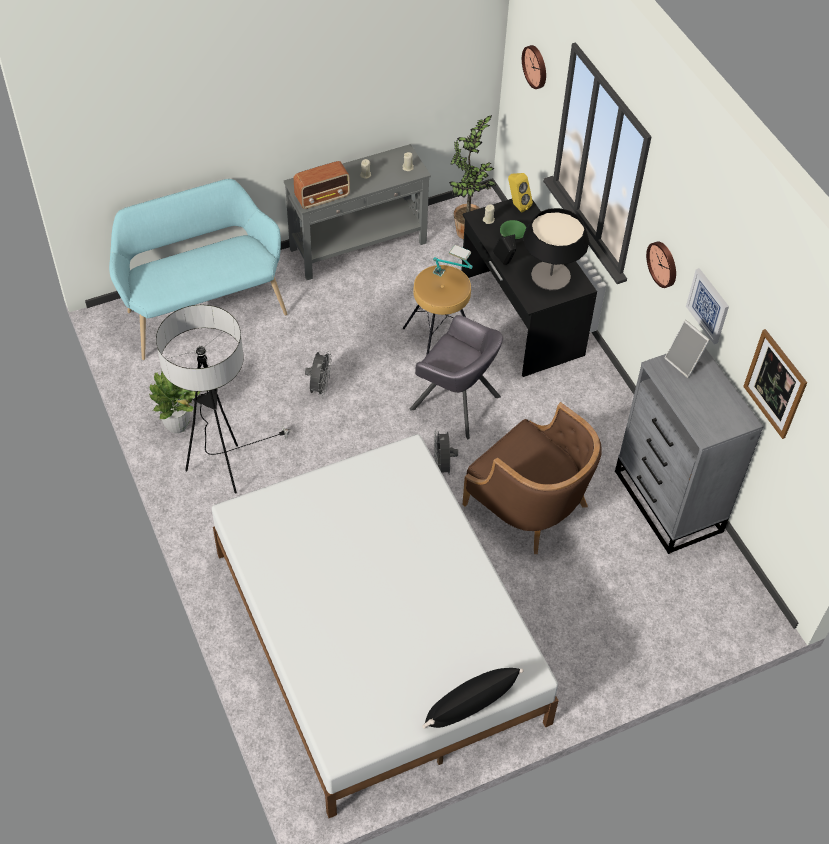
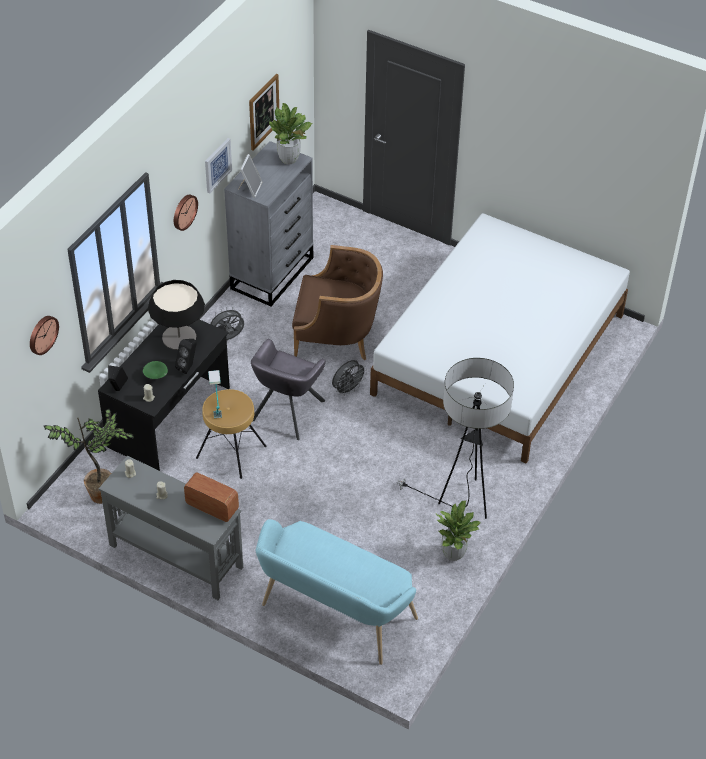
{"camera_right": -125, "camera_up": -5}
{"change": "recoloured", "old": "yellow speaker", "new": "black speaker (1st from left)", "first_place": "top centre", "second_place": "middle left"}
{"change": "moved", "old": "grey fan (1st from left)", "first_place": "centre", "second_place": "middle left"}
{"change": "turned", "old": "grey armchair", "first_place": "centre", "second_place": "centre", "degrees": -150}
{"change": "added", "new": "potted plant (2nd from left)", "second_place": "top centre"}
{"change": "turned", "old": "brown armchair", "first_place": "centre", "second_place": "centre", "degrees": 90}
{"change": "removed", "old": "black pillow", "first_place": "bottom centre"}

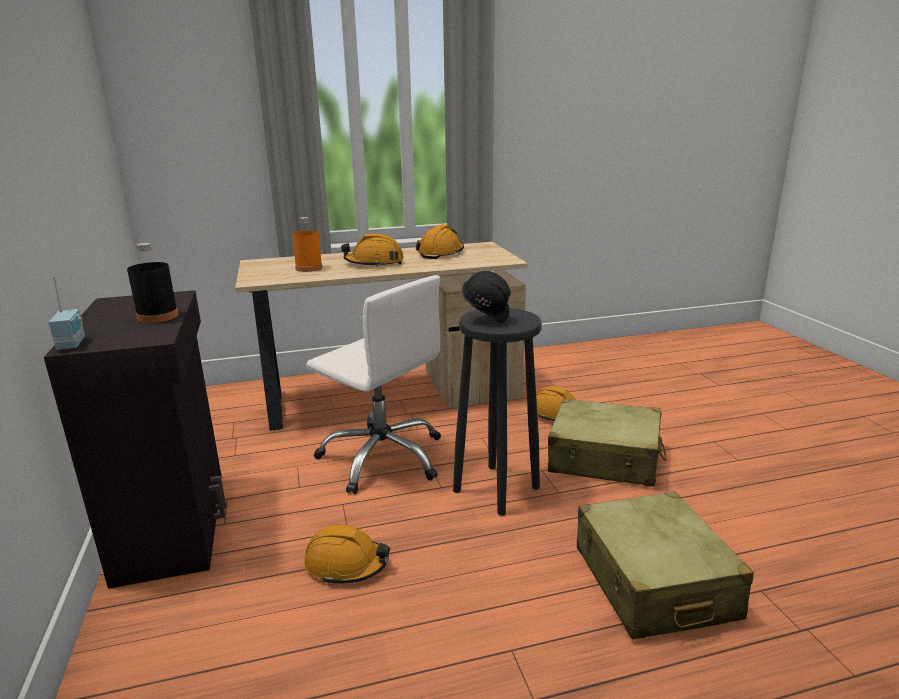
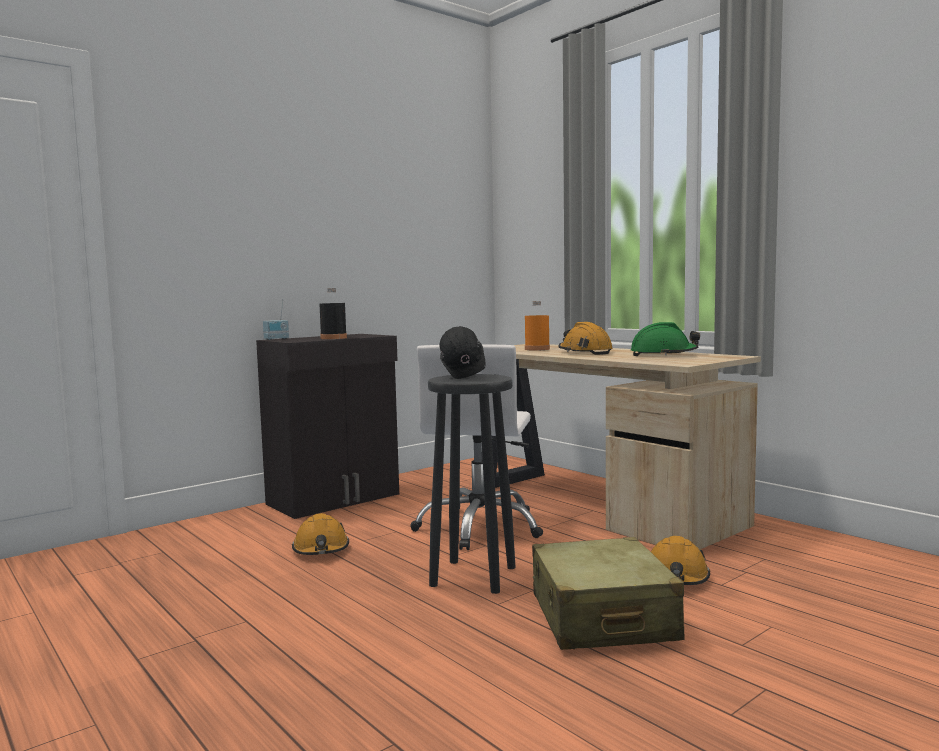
{"camera_right": 65, "camera_up": -15}
{"change": "recoloured", "old": "orange hard hat (3rd from left)", "new": "green hard hat", "first_place": "centre", "second_place": "middle right"}
{"change": "removed", "old": "beige suitcase (2nd from left)", "first_place": "bottom right"}

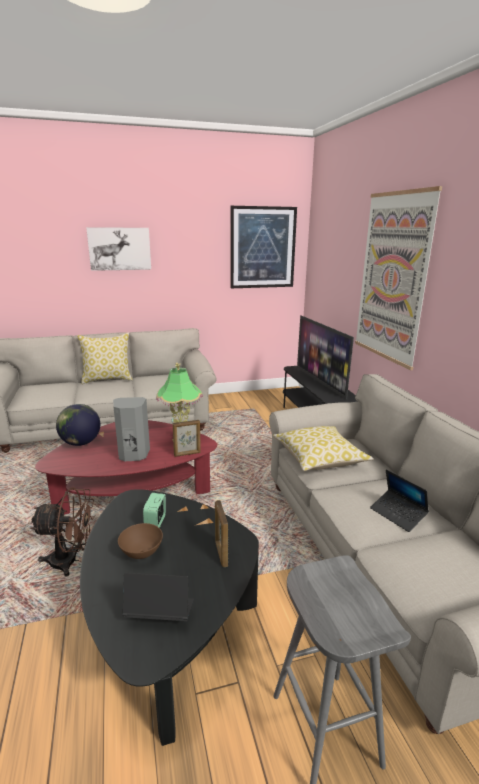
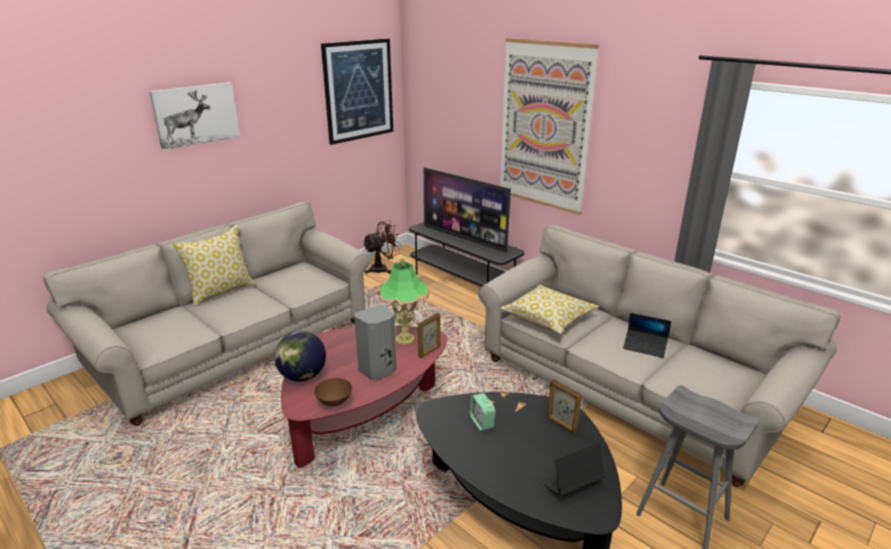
{"camera_right": -30, "camera_up": 5}
{"change": "moved", "old": "brown bowl", "first_place": "bottom left", "second_place": "bottom centre"}
{"change": "moved", "old": "brown fan", "first_place": "bottom left", "second_place": "centre"}

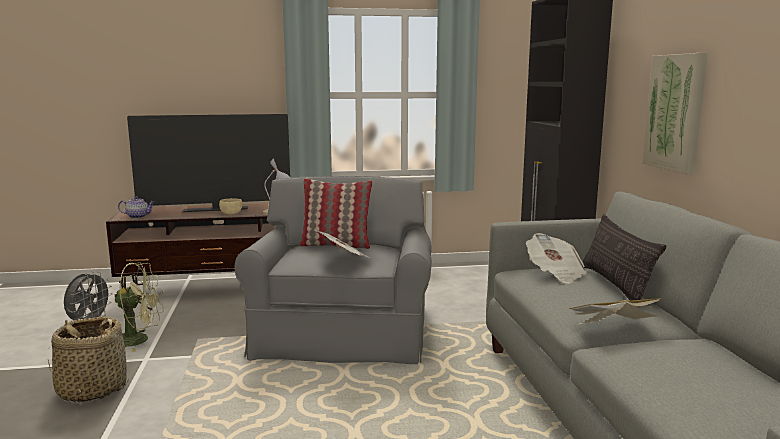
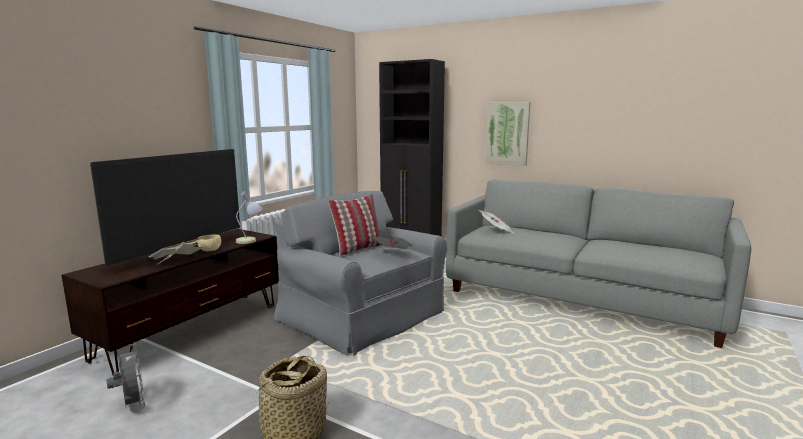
{"camera_right": -50, "camera_up": 0}
{"change": "moved", "old": "book", "first_place": "bottom right", "second_place": "middle left"}
{"change": "removed", "old": "green fan", "first_place": "bottom left"}
{"change": "removed", "old": "teapot", "first_place": "middle left"}
{"change": "removed", "old": "pillow (2nd from left)", "first_place": "middle right"}

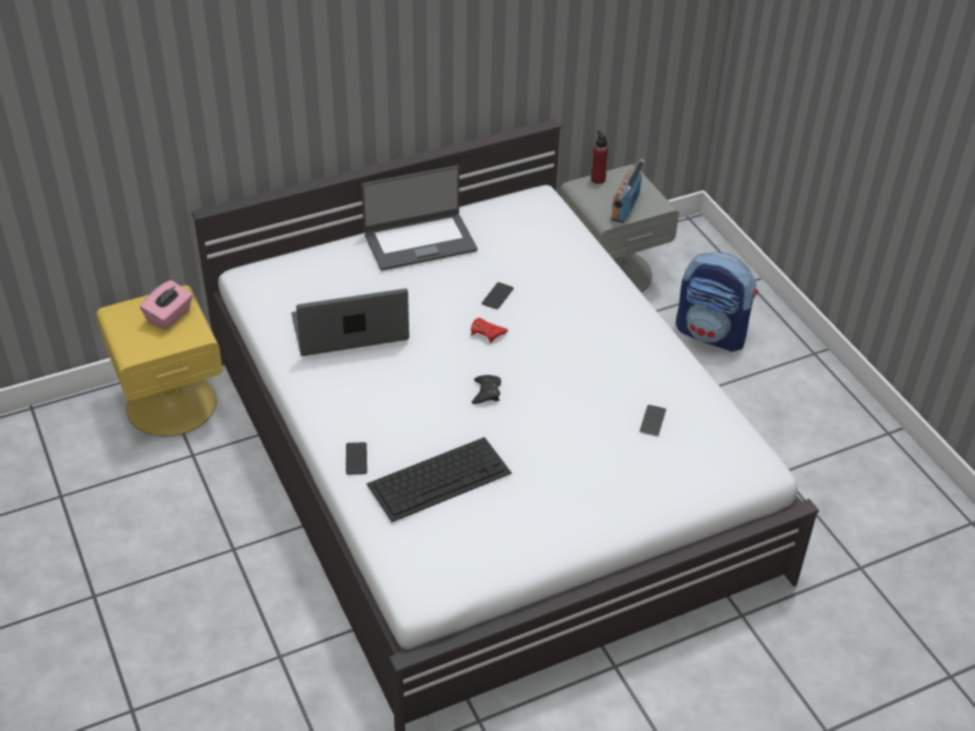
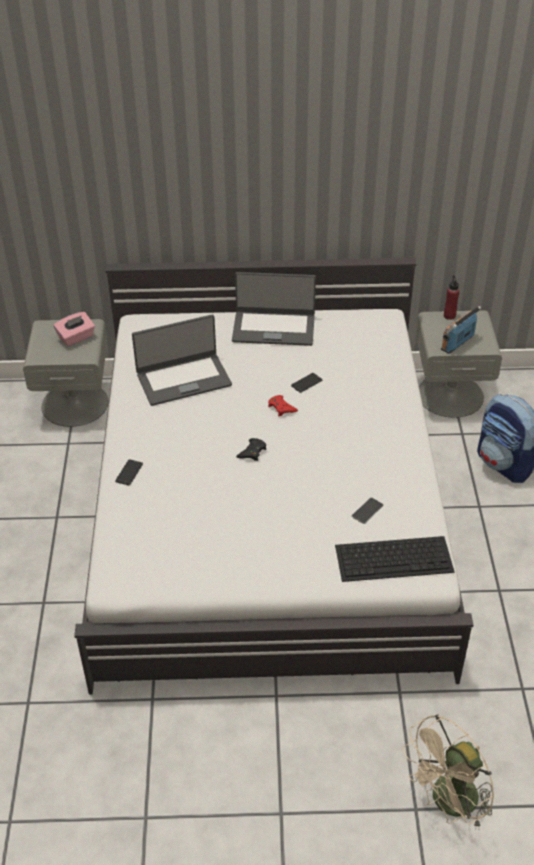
{"camera_right": 25, "camera_up": 0}
{"change": "recoloured", "old": "yellow nightstand", "new": "grey nightstand (1st from left)", "first_place": "middle left", "second_place": "middle left"}
{"change": "turned", "old": "laptop (1st from left)", "first_place": "centre", "second_place": "centre", "degrees": 150}
{"change": "moved", "old": "keyboard", "first_place": "centre", "second_place": "middle right"}
{"change": "added", "new": "beige fan", "second_place": "bottom right"}

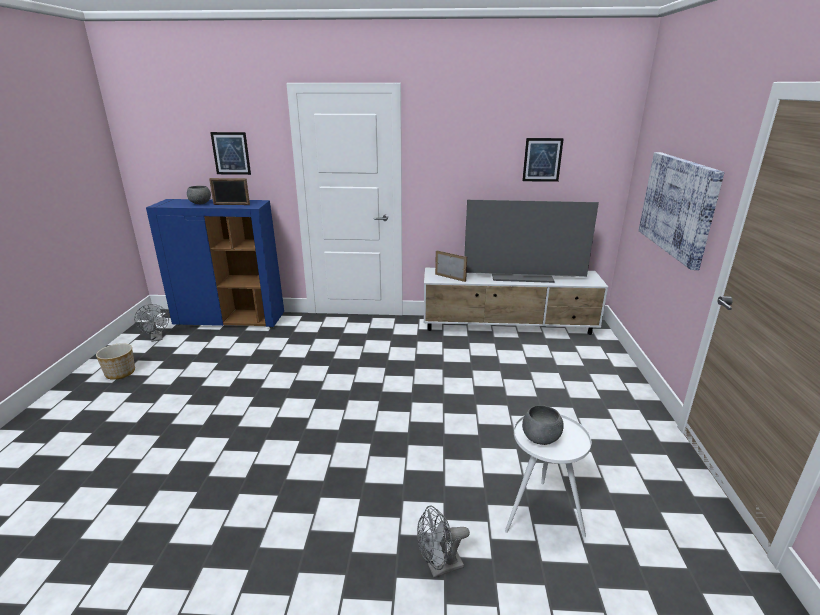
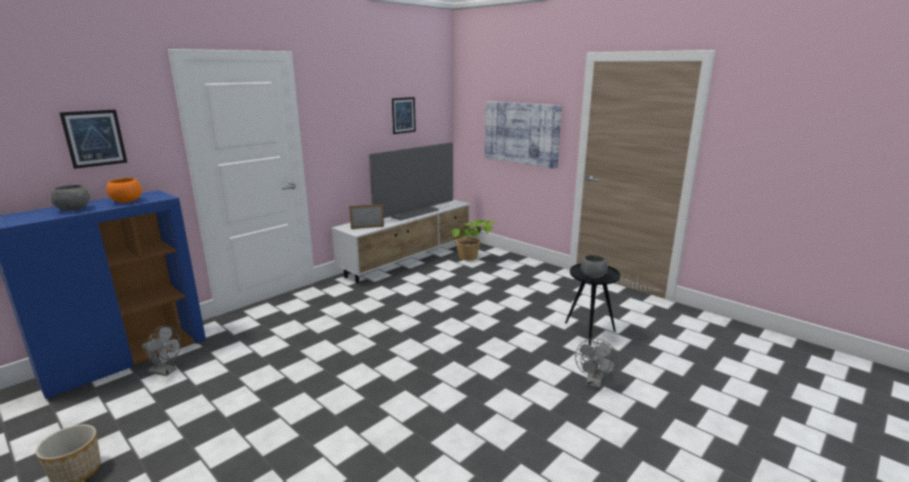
{"camera_right": -50, "camera_up": -5}
{"change": "replaced", "old": "picture frame (1st from left)", "new": "orange bowl", "first_place": "top left", "second_place": "middle left"}
{"change": "moved", "old": "grey fan (1st from left)", "first_place": "middle left", "second_place": "bottom left"}
{"change": "added", "new": "potted plant", "second_place": "centre"}
{"change": "recoloured", "old": "white side table", "new": "black side table", "first_place": "bottom right", "second_place": "centre"}

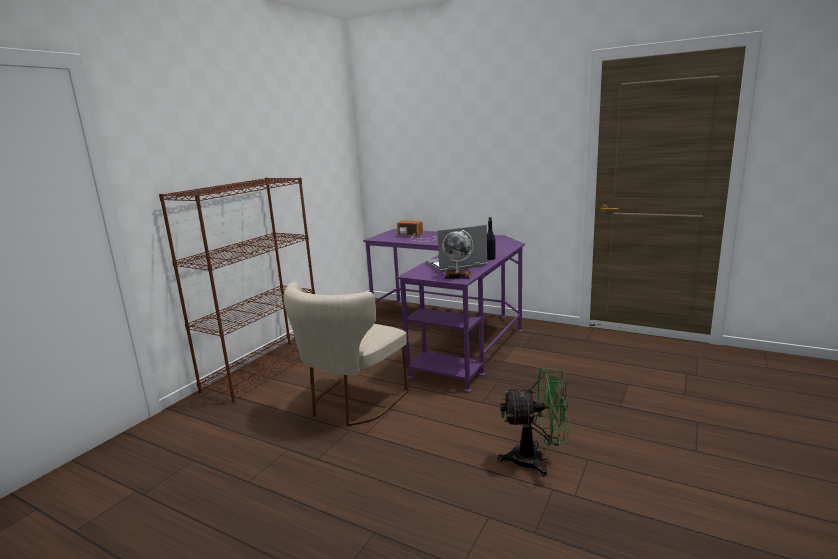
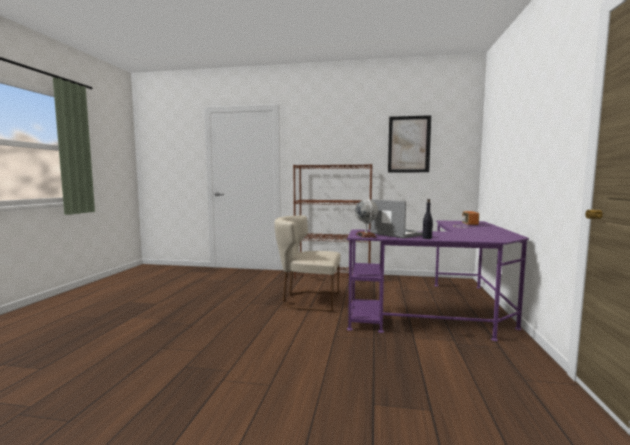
{"camera_right": 70, "camera_up": -10}
{"change": "added", "new": "picture", "second_place": "top centre"}
{"change": "removed", "old": "green fan", "first_place": "bottom centre"}

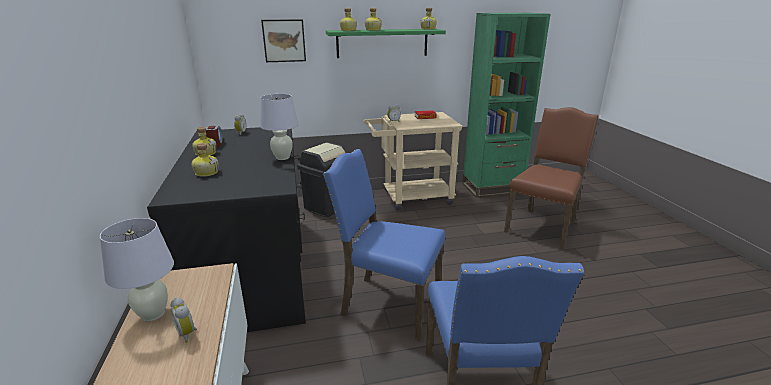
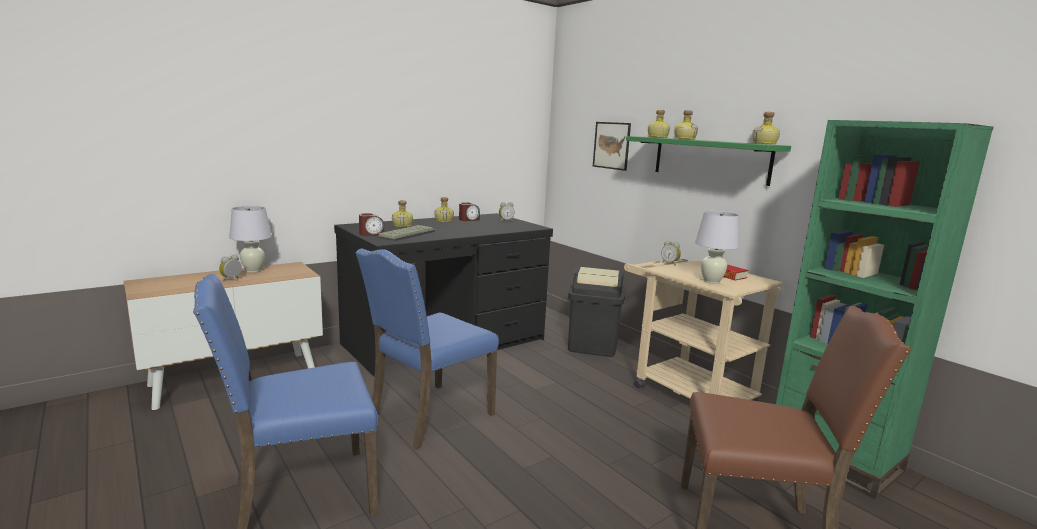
{"camera_right": 65, "camera_up": -10}
{"change": "turned", "old": "blue chair (1st from left in the first image)", "first_place": "centre", "second_place": "centre", "degrees": -135}
{"change": "added", "new": "alarm clock (2nd from left)", "second_place": "centre"}
{"change": "added", "new": "keyboard", "second_place": "centre"}
{"change": "moved", "old": "white table lamp (2nd from left)", "first_place": "top centre", "second_place": "middle right"}

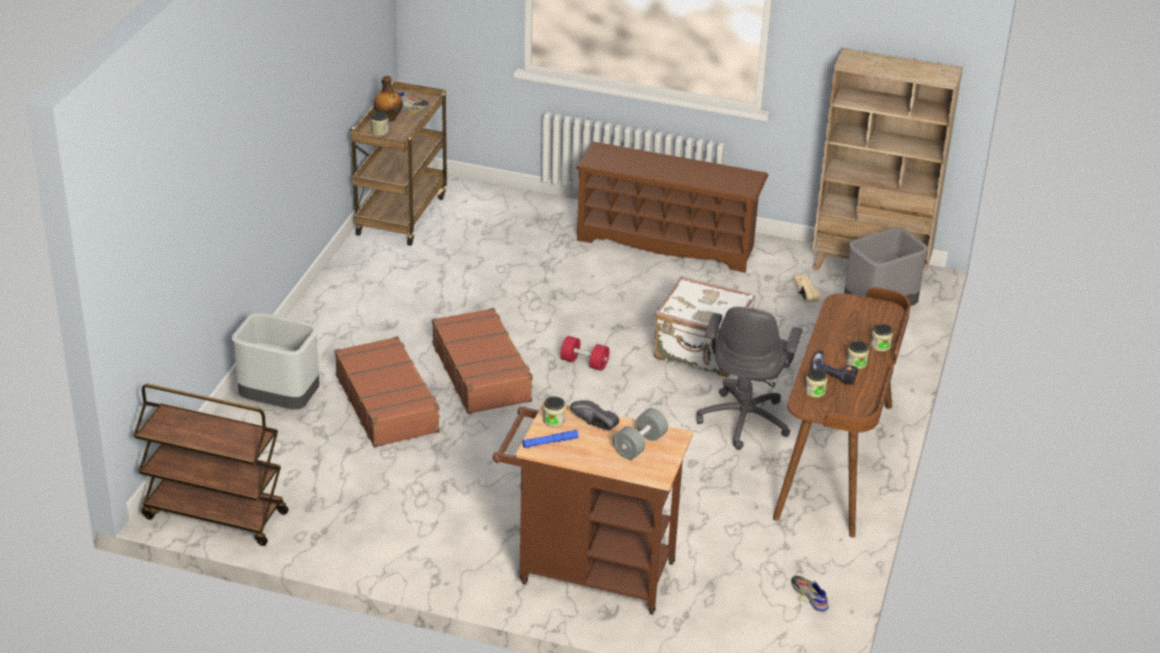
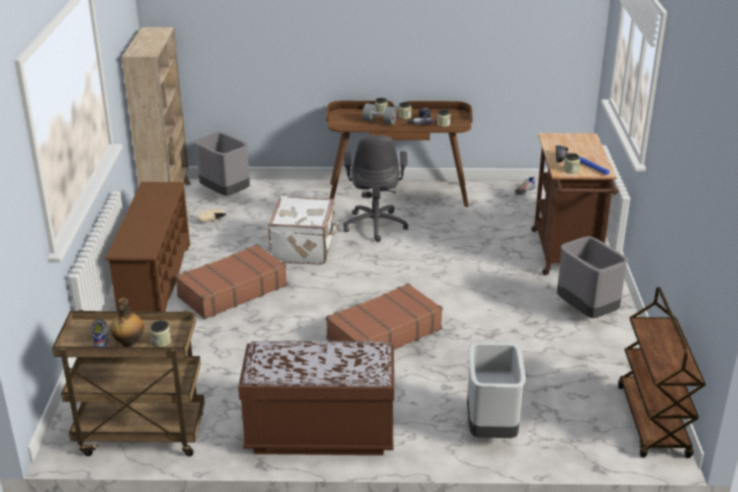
{"camera_right": -105, "camera_up": -5}
{"change": "moved", "old": "brown suitcase (1st from left)", "first_place": "centre", "second_place": "middle left"}
{"change": "added", "new": "brown bench", "second_place": "bottom centre"}
{"change": "turned", "old": "grey office chair", "first_place": "centre", "second_place": "centre", "degrees": 90}
{"change": "moved", "old": "grey dumbbell", "first_place": "centre", "second_place": "top centre"}
{"change": "added", "new": "grey trash can (3rd from left)", "second_place": "middle right"}
{"change": "removed", "old": "red dumbbell", "first_place": "centre"}

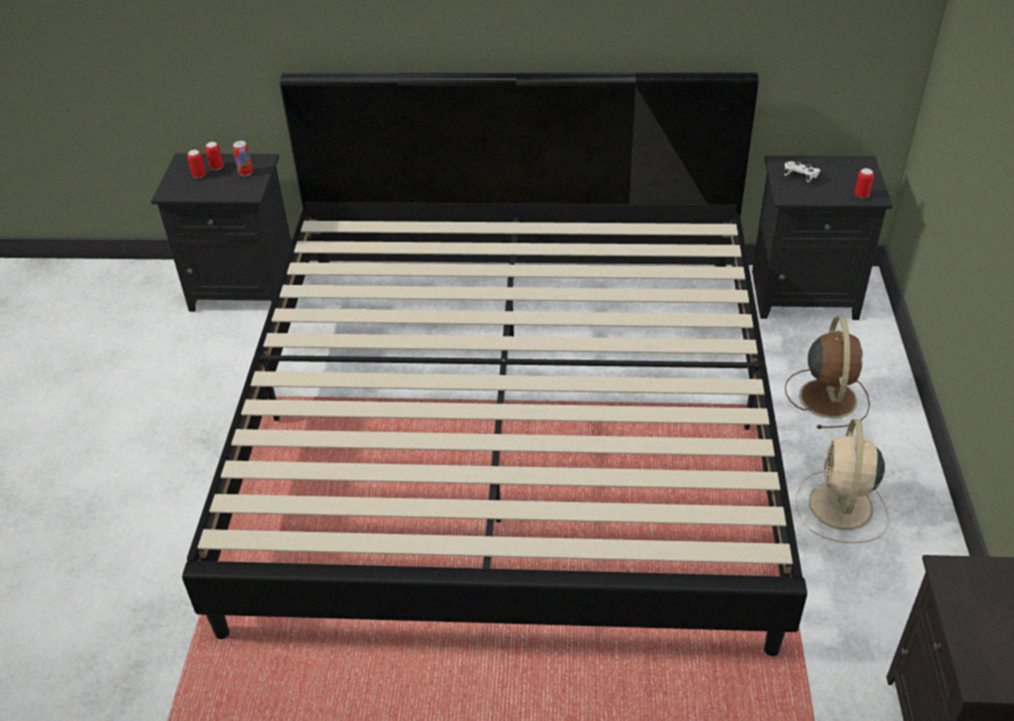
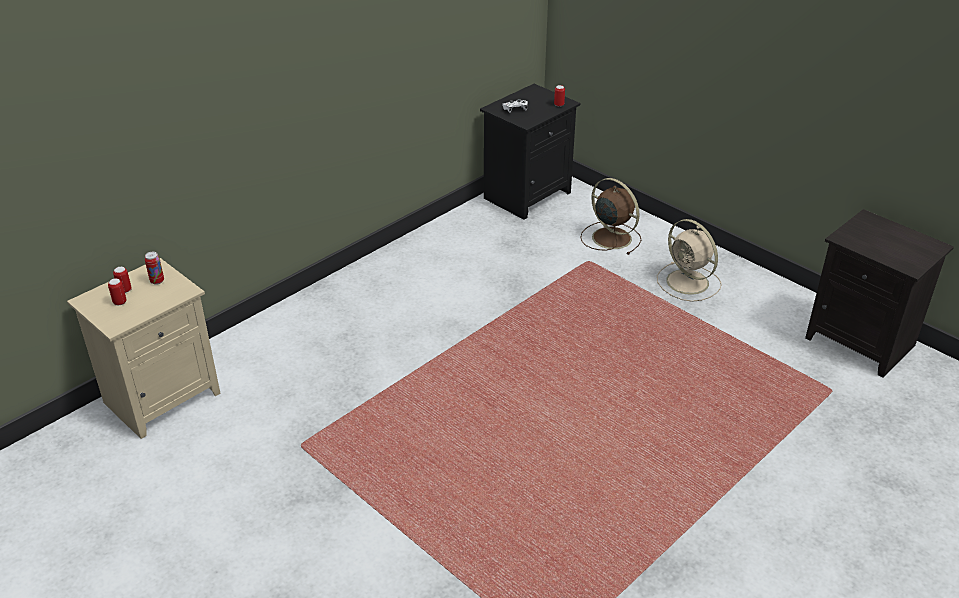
{"camera_right": -50, "camera_up": -5}
{"change": "recoloured", "old": "black nightstand (1st from left)", "new": "beige nightstand", "first_place": "top left", "second_place": "middle left"}
{"change": "removed", "old": "bed", "first_place": "centre"}

